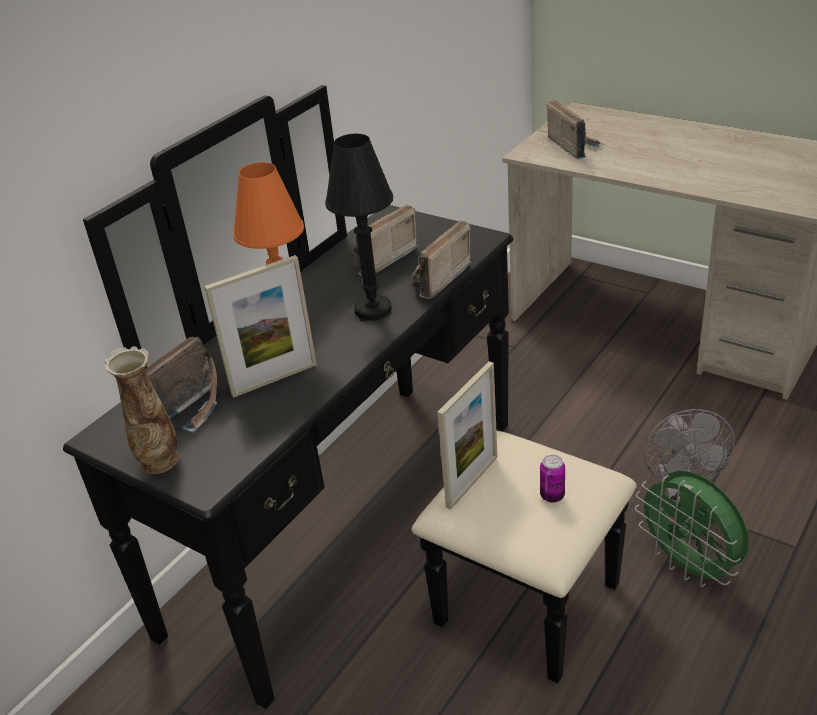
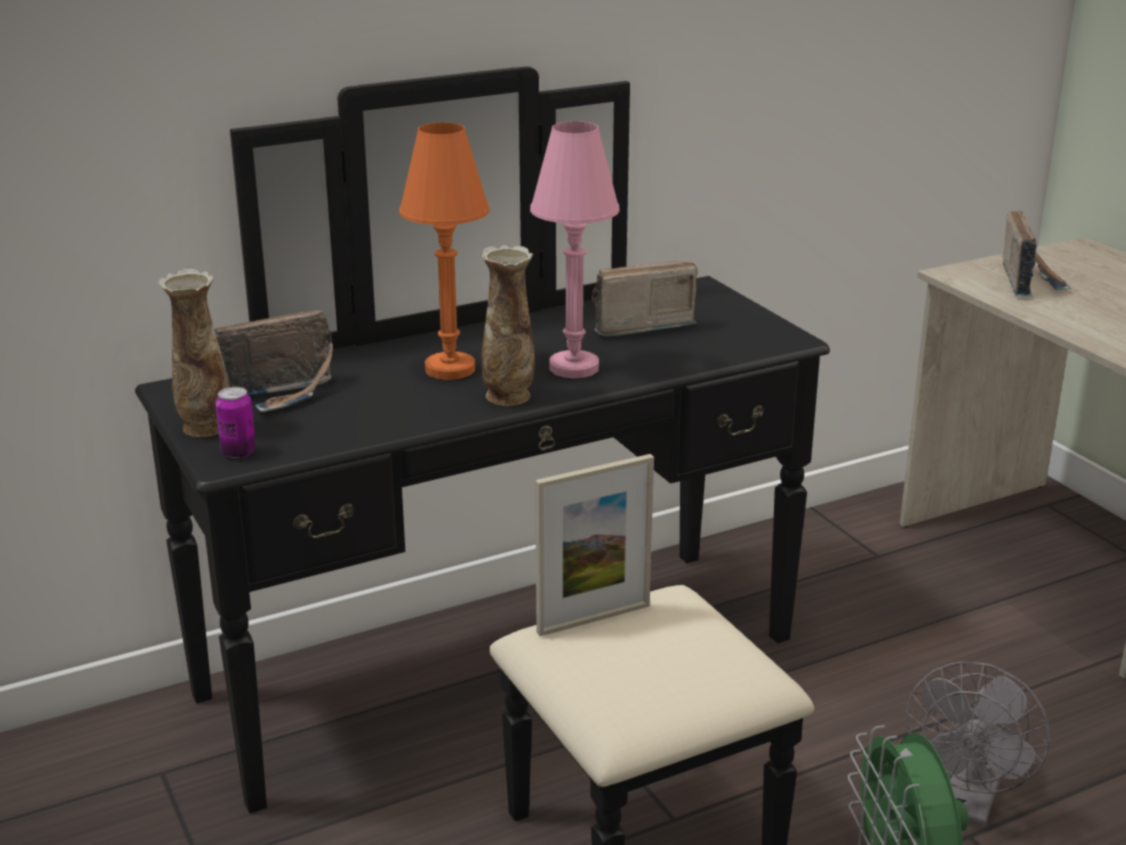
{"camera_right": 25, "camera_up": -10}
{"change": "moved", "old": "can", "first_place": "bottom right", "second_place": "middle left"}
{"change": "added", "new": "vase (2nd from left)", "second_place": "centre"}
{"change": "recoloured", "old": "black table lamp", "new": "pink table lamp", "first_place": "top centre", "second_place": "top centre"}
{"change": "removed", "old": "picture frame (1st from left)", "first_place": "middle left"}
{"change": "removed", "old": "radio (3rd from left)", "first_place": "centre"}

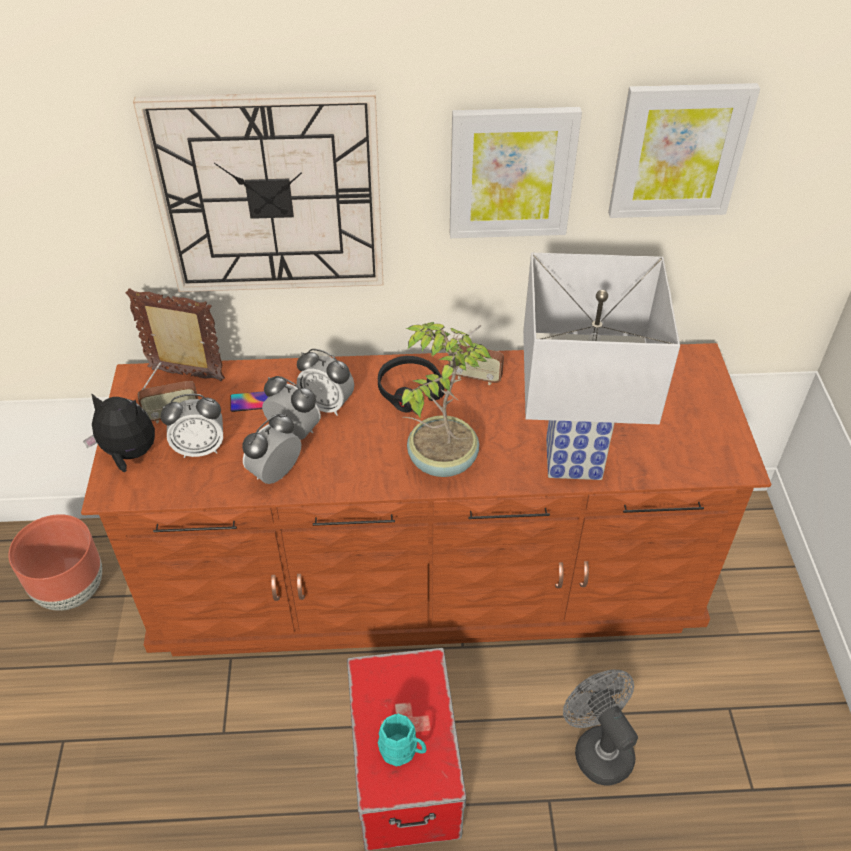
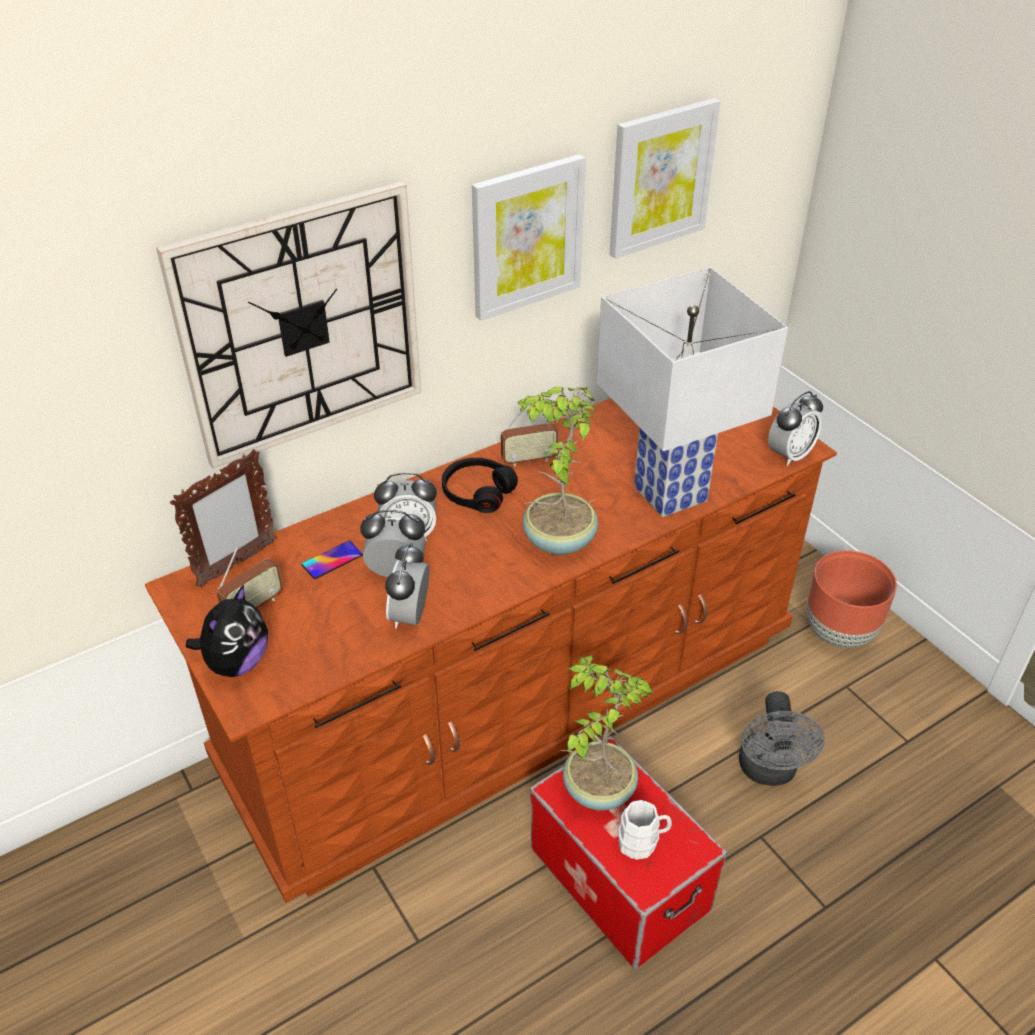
{"camera_right": -30, "camera_up": -5}
{"change": "turned", "old": "picture frame", "first_place": "middle left", "second_place": "middle left", "degrees": 150}
{"change": "turned", "old": "plush toy", "first_place": "middle left", "second_place": "middle left", "degrees": 135}
{"change": "added", "new": "potted plant (2nd from left)", "second_place": "bottom centre"}
{"change": "recoloured", "old": "turquoise mug", "new": "white mug", "first_place": "bottom centre", "second_place": "bottom centre"}
{"change": "turned", "old": "grey fan", "first_place": "bottom right", "second_place": "bottom right", "degrees": -120}
{"change": "moved", "old": "alarm clock (1st from left in the first image)", "new": "alarm clock (4th from left)", "first_place": "middle left", "second_place": "middle right"}
{"change": "moved", "old": "brown planter", "first_place": "middle left", "second_place": "middle right"}

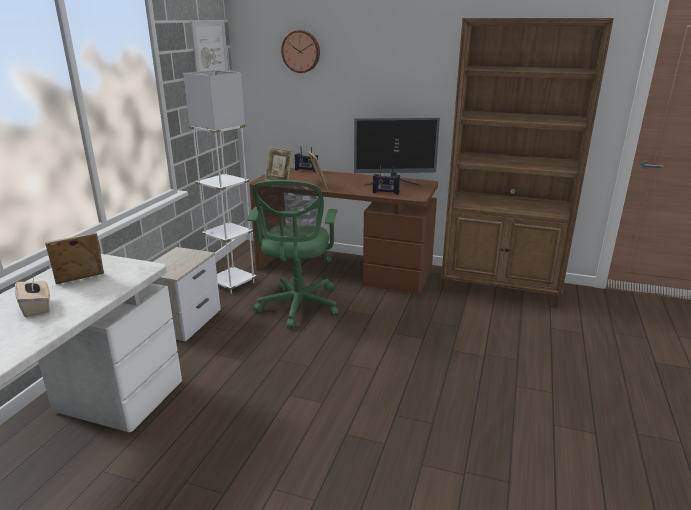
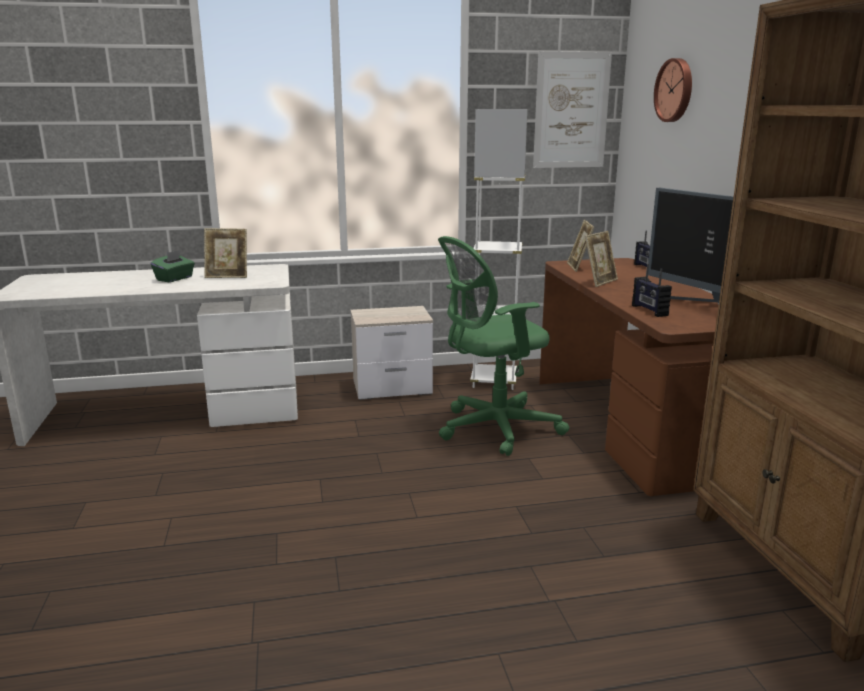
{"camera_right": 60, "camera_up": -5}
{"change": "recoloured", "old": "beige tissue box", "new": "green tissue box", "first_place": "middle left", "second_place": "middle left"}
{"change": "turned", "old": "picture frame (1st from left)", "first_place": "middle left", "second_place": "middle left", "degrees": 150}

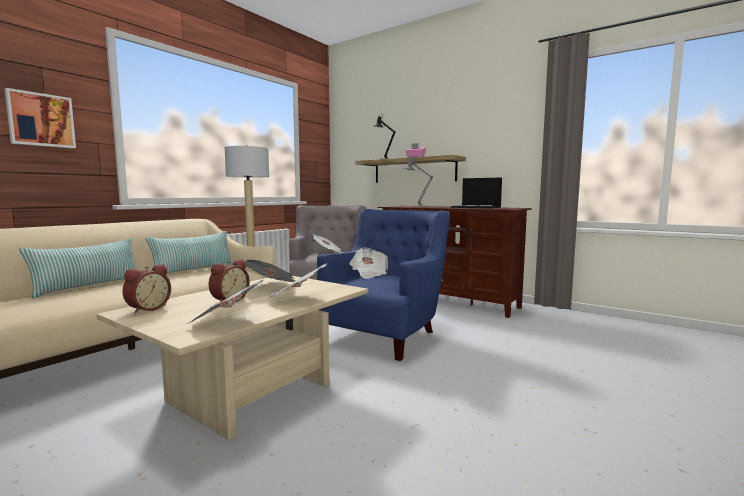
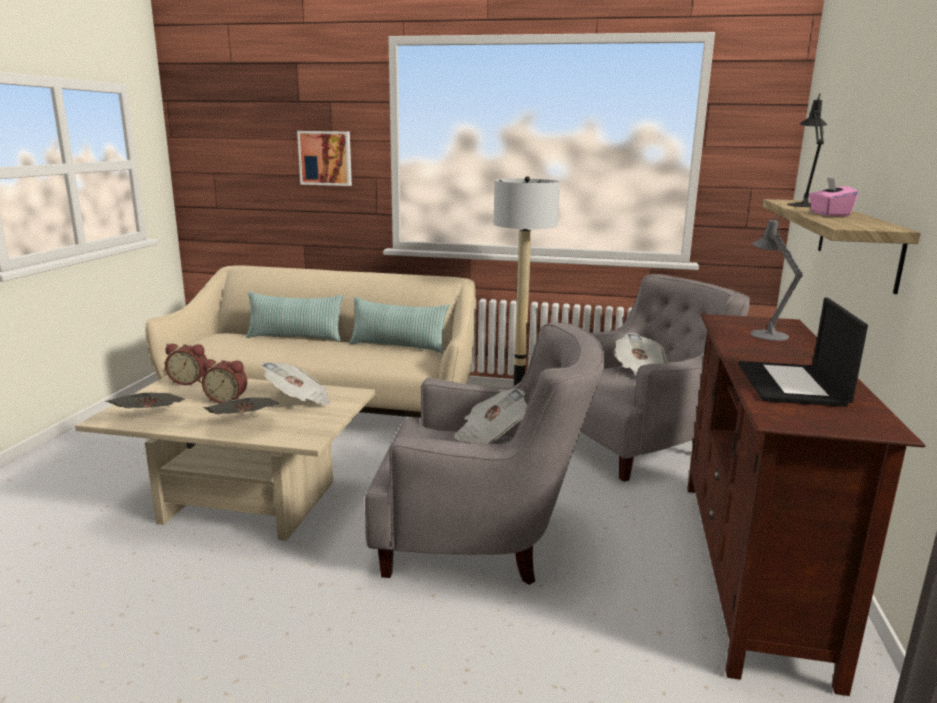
{"camera_right": 65, "camera_up": 10}
{"change": "recoloured", "old": "blue armchair", "new": "grey armchair (1st from left)", "first_place": "centre", "second_place": "centre"}

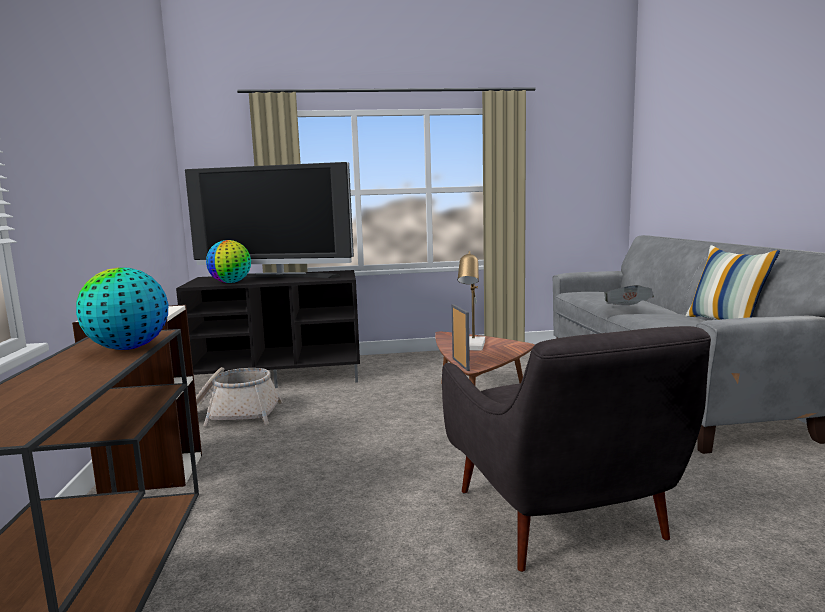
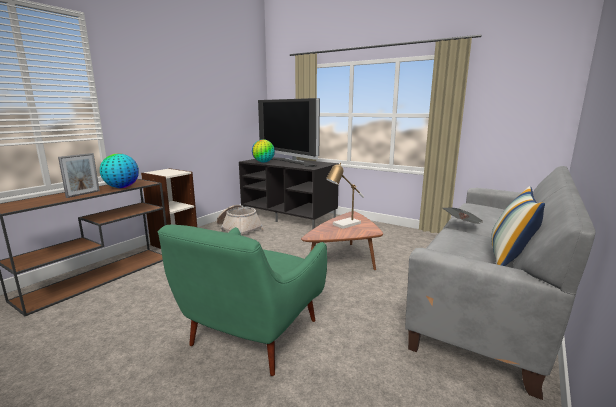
{"camera_right": 40, "camera_up": 5}
{"change": "moved", "old": "picture frame", "first_place": "centre", "second_place": "middle left"}
{"change": "recoloured", "old": "grey armchair", "new": "green armchair", "first_place": "bottom right", "second_place": "bottom centre"}

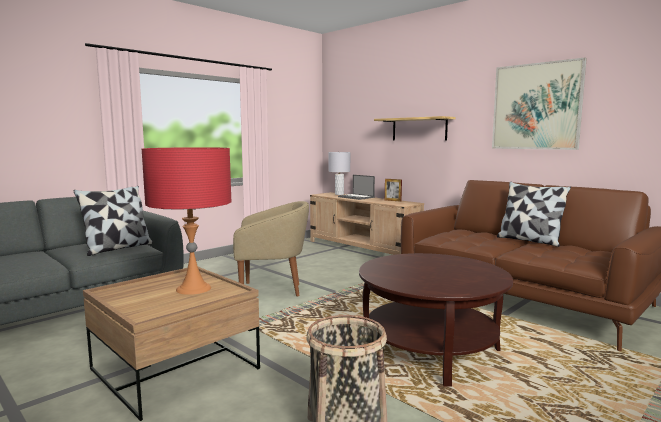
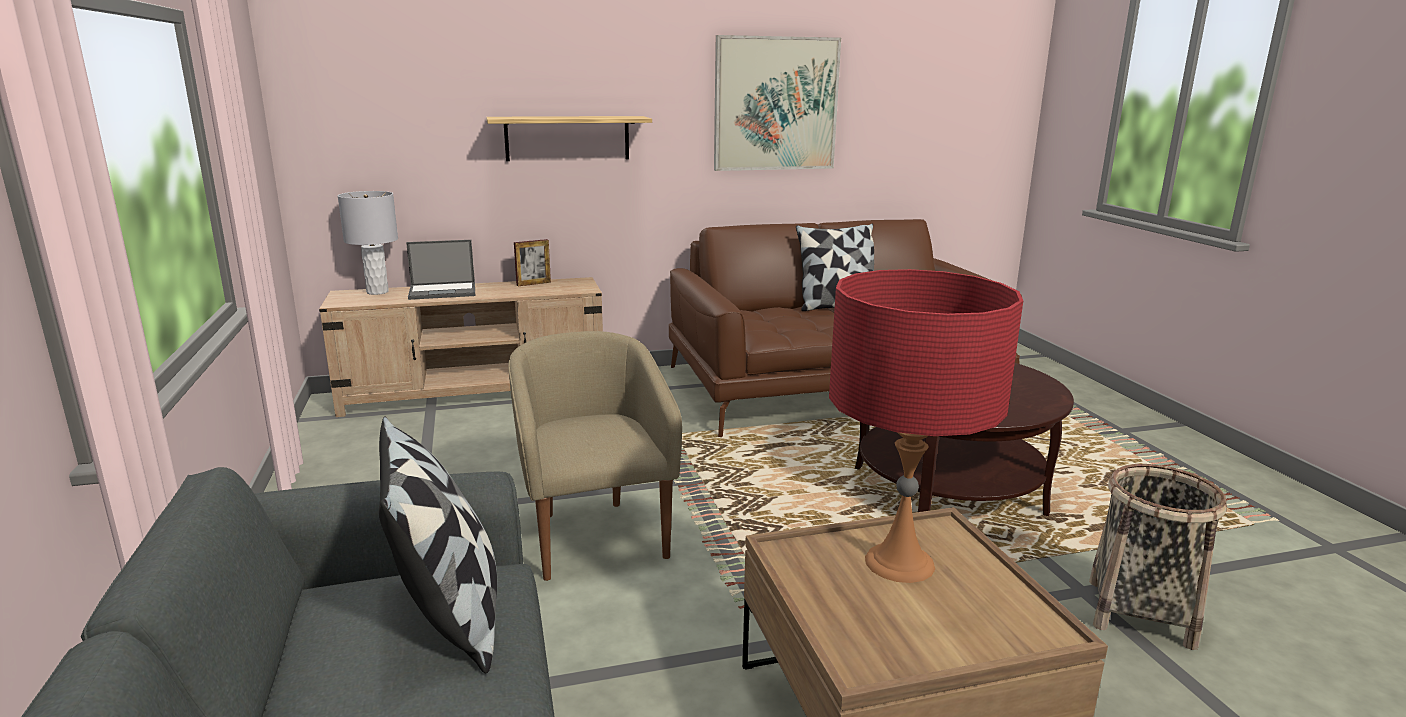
{"camera_right": -60, "camera_up": 10}
{"change": "turned", "old": "beige armchair", "first_place": "centre", "second_place": "centre", "degrees": -45}

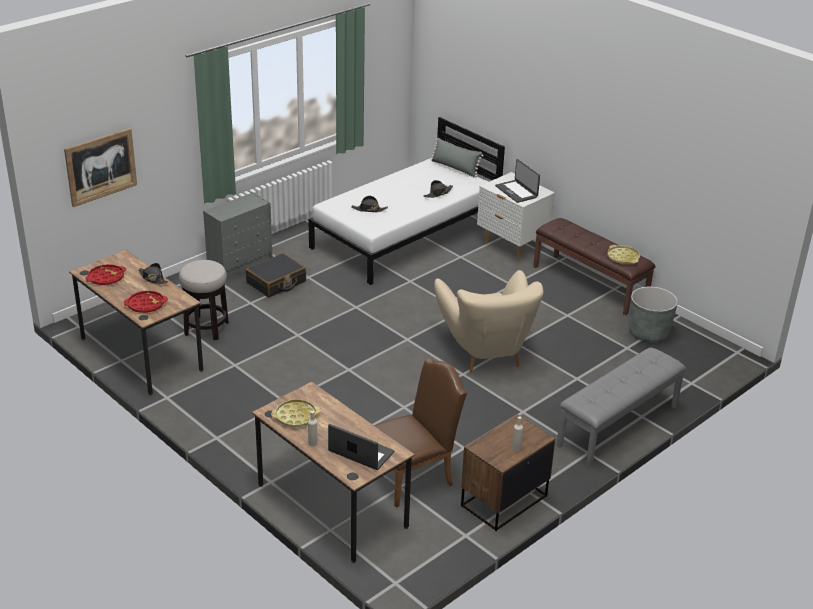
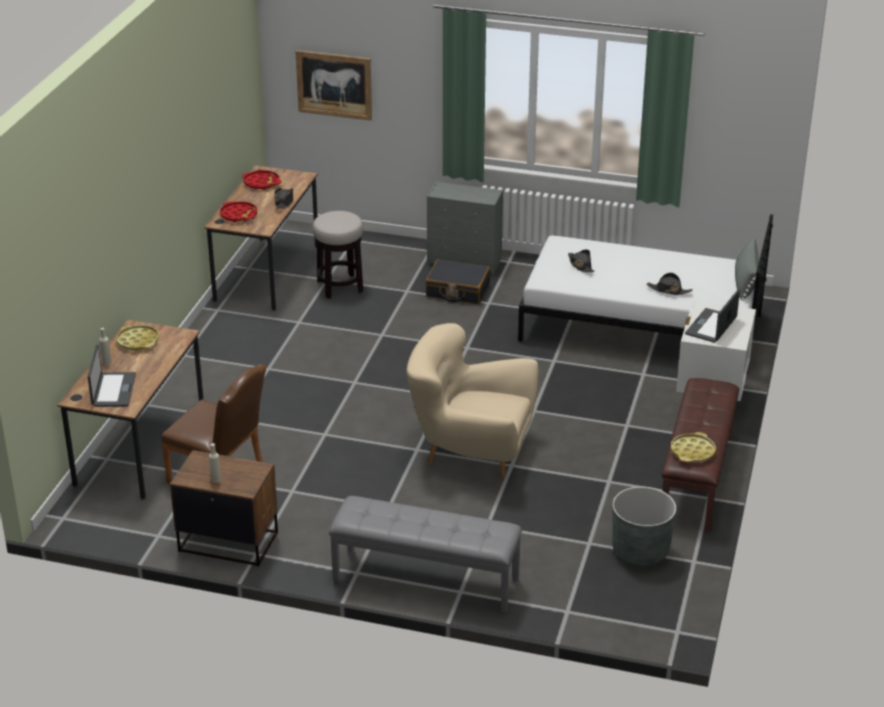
{"camera_right": 60, "camera_up": 0}
{"change": "turned", "old": "beige armchair", "first_place": "centre", "second_place": "centre", "degrees": 60}

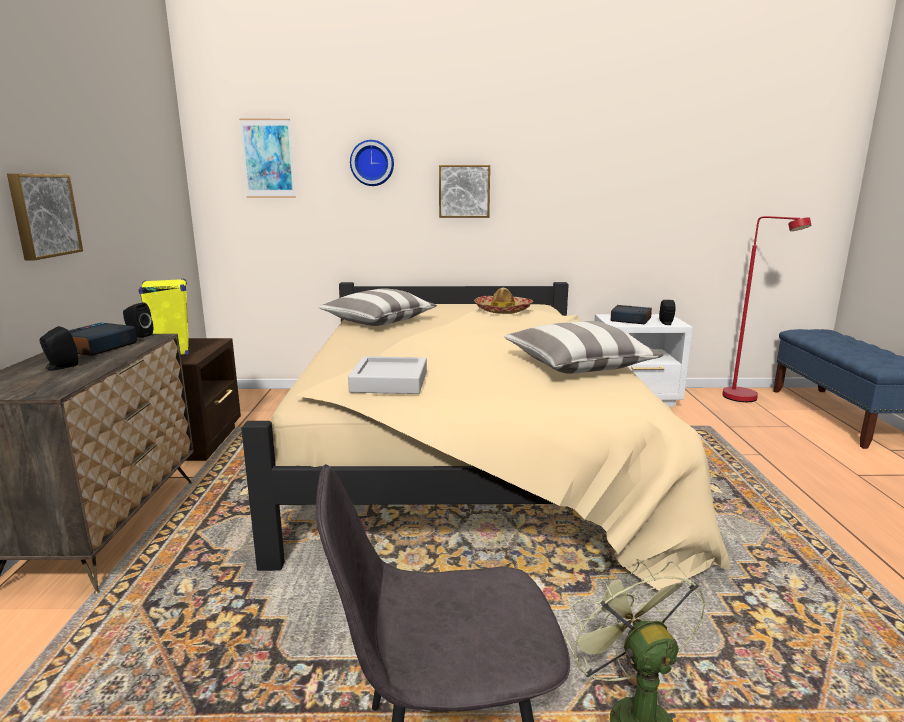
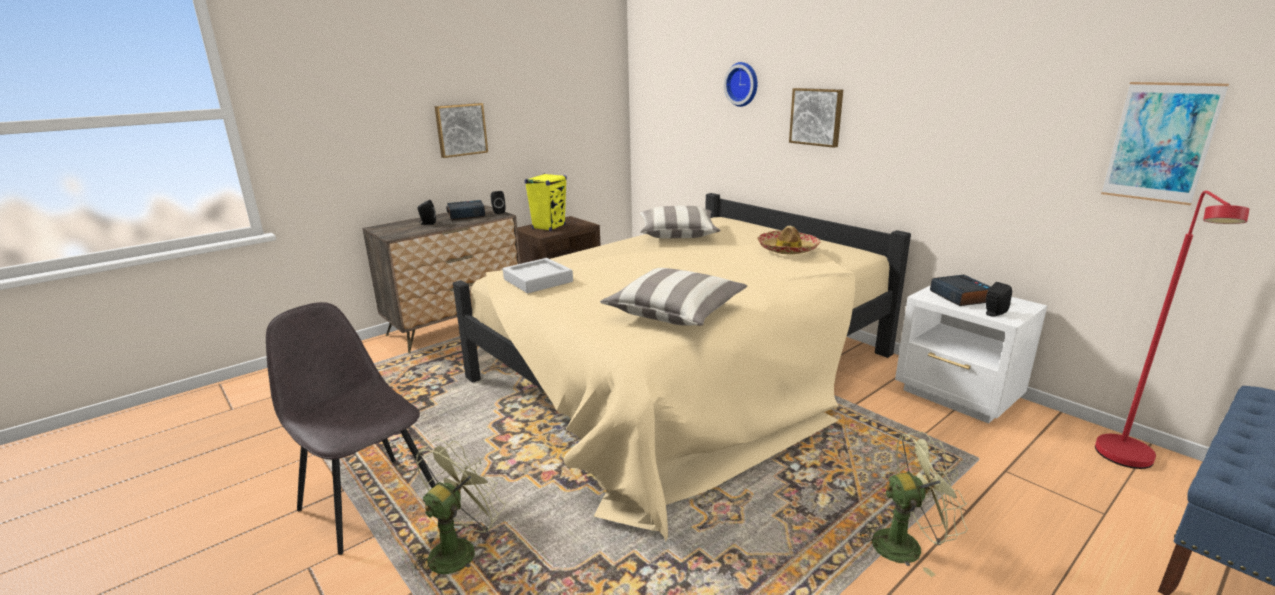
{"camera_right": 50, "camera_up": 5}
{"change": "added", "new": "green fan (2nd from left)", "second_place": "bottom right"}
{"change": "moved", "old": "picture (2nd from left in the first image)", "new": "picture (3rd from left)", "first_place": "top left", "second_place": "top right"}

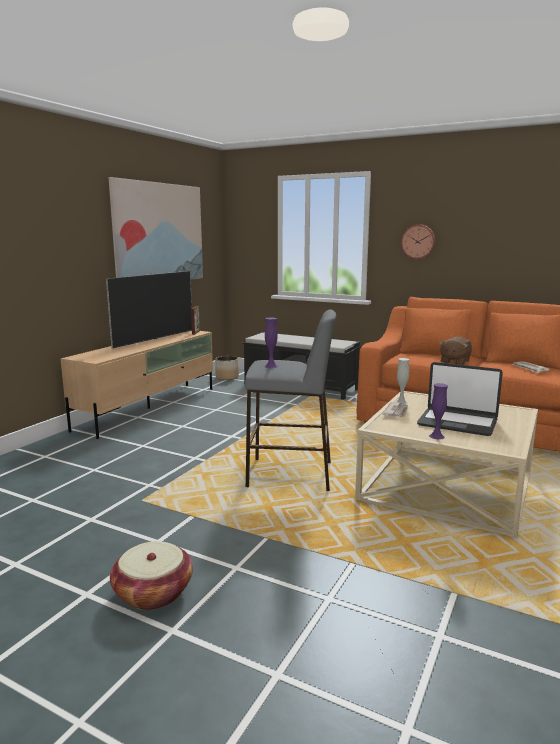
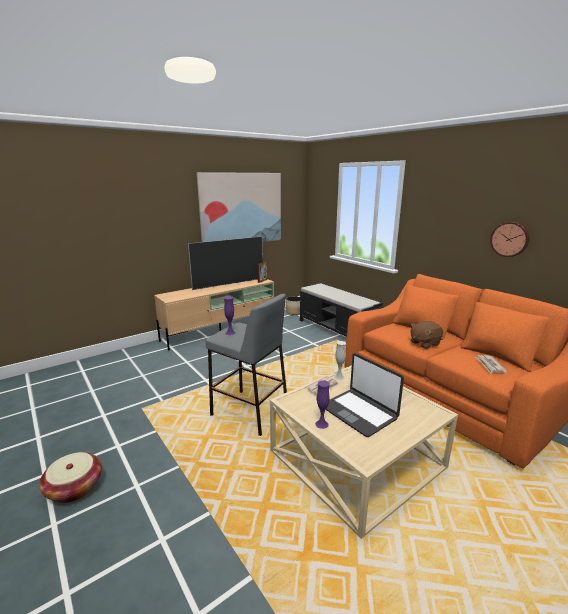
{"camera_right": 25, "camera_up": 5}
{"change": "moved", "old": "wall clock", "first_place": "top right", "second_place": "middle right"}

